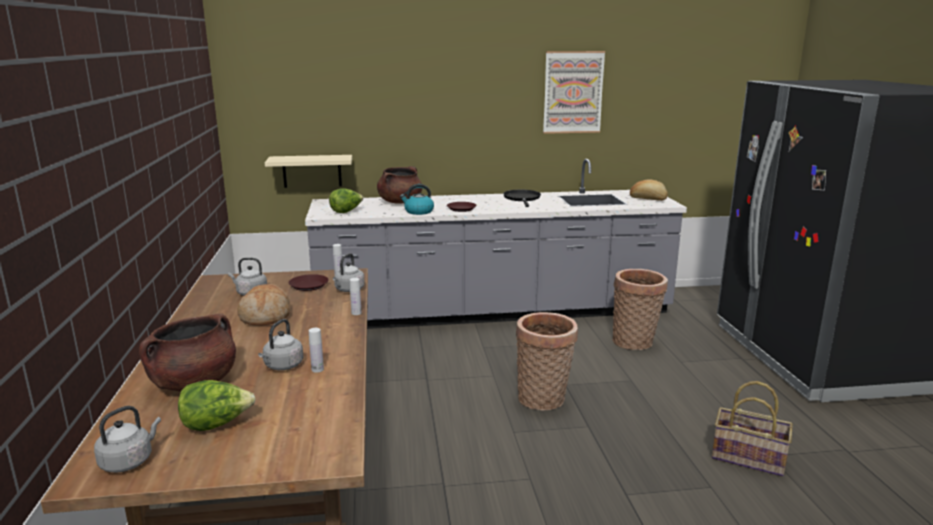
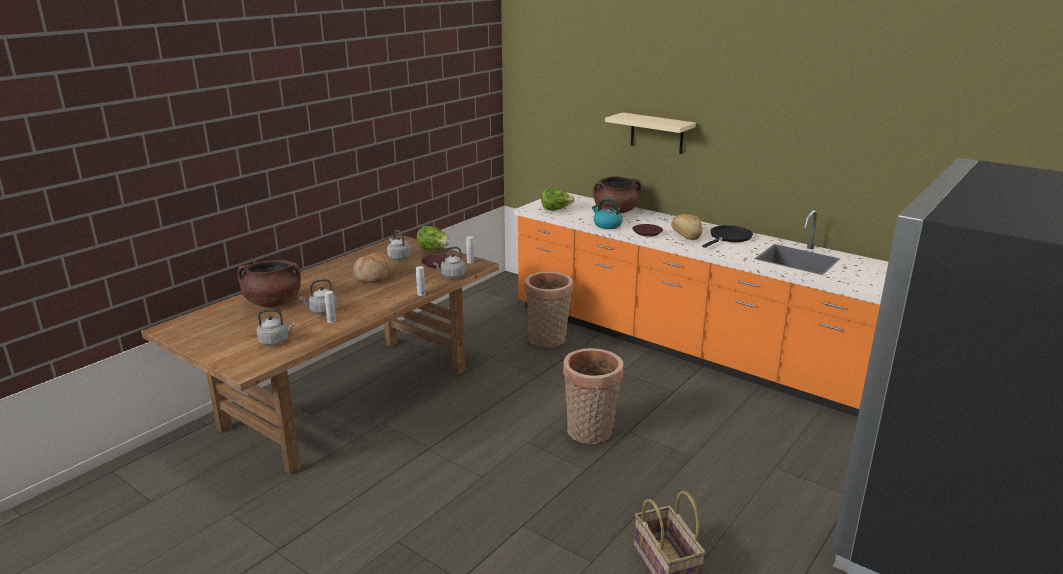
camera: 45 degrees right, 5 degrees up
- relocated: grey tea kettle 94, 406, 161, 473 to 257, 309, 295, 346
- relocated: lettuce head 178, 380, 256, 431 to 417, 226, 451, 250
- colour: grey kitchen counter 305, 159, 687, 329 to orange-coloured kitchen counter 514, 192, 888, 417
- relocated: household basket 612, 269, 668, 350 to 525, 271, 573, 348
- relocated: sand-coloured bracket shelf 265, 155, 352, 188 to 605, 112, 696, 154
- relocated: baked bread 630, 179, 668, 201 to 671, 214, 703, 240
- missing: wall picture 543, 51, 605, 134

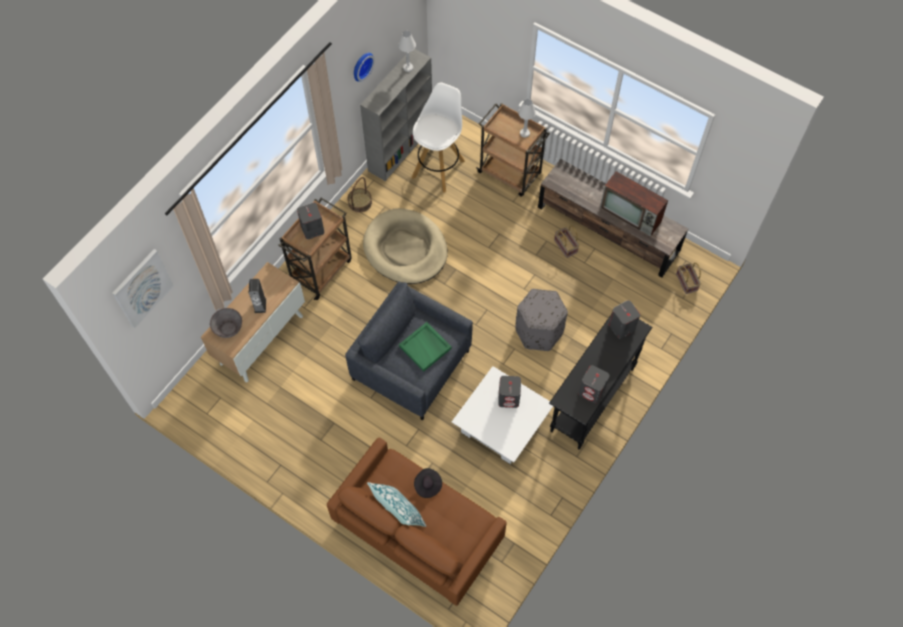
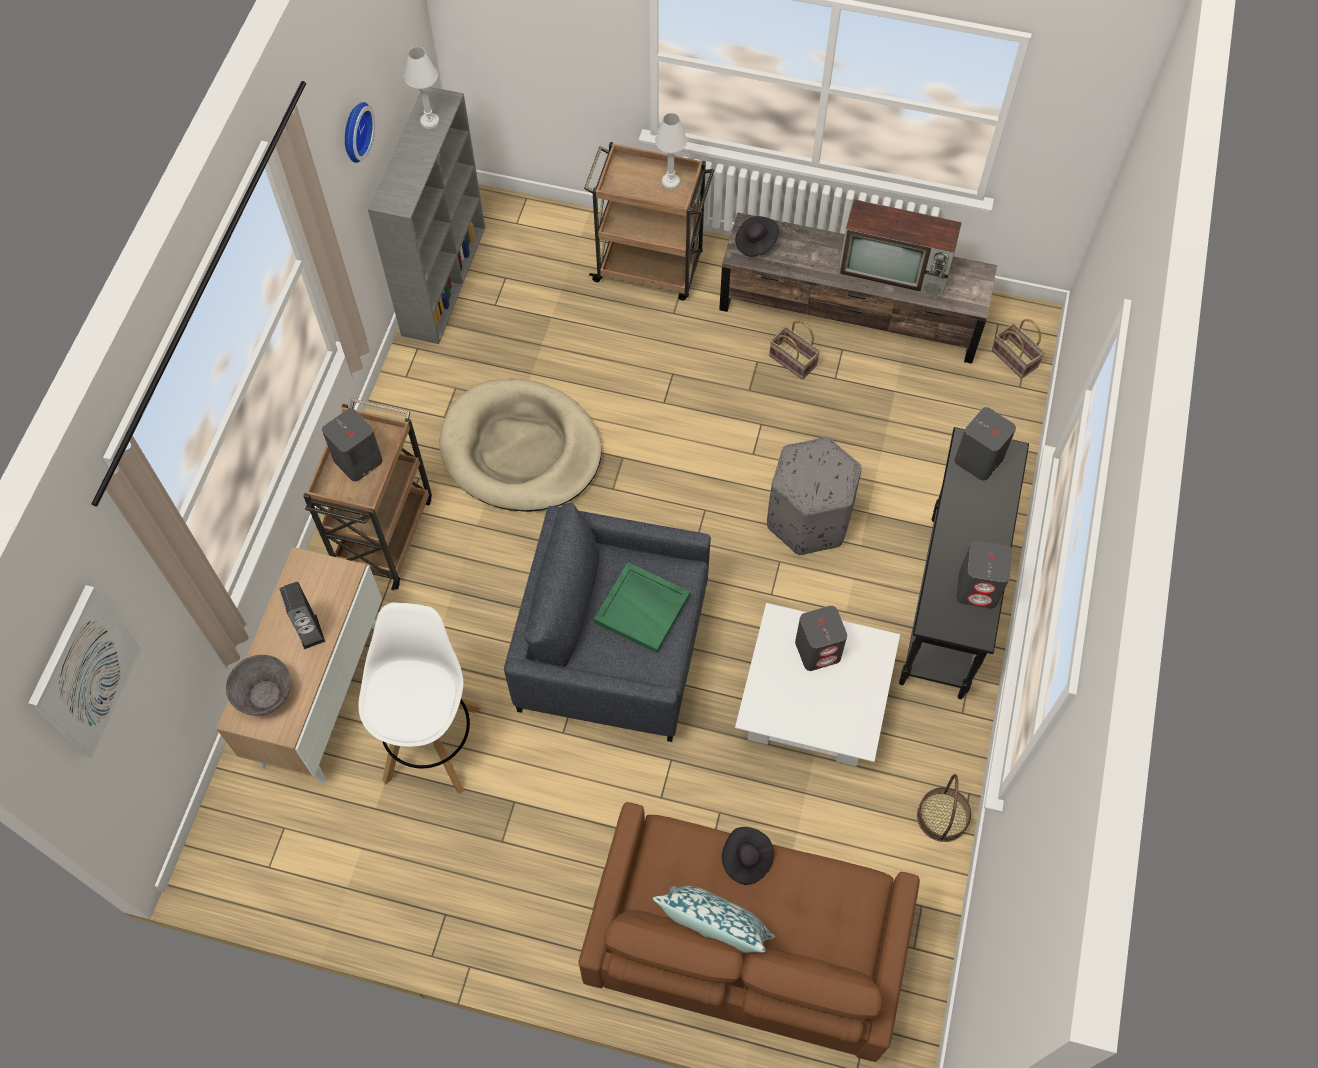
camera: 20 degrees left, 0 degrees up
- relocated: white sitting stool 412, 82, 465, 193 to 358, 602, 481, 794
- appeared: black wearable hat 735, 216, 779, 257
- relocated: household basket 348, 177, 372, 213 to 917, 774, 971, 842

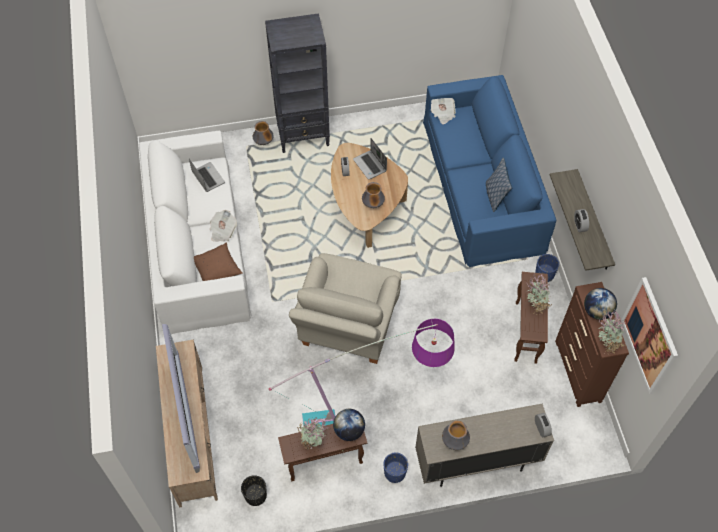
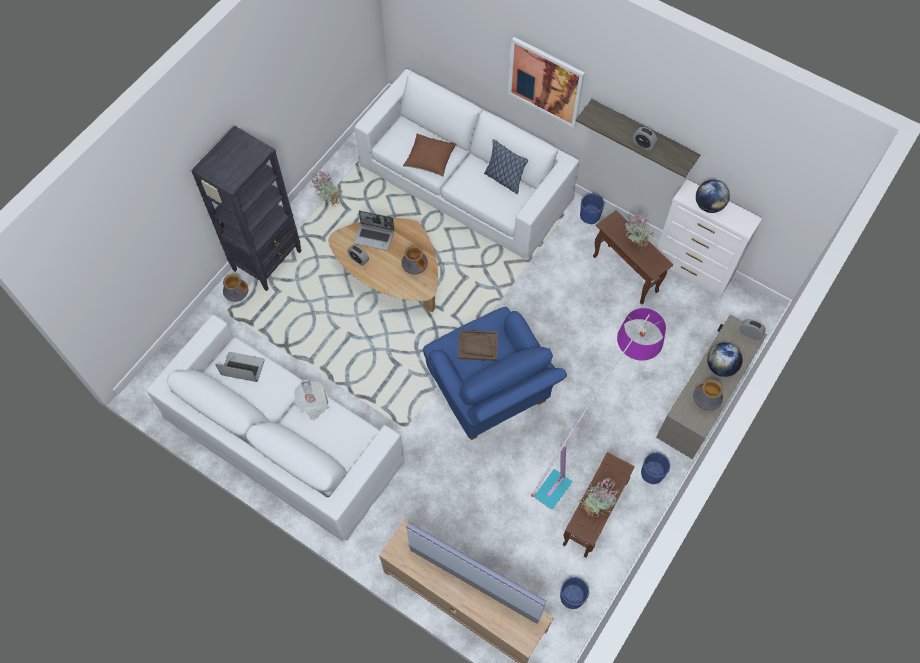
camera: 45 degrees left, 5 degrees up
- relocated: plant in a pot 598, 310, 626, 354 to 312, 170, 342, 208
- colour: bluish couch 423, 75, 556, 267 to white couch 355, 69, 579, 260
- relocated: brownish cushion 194, 242, 243, 281 to 403, 134, 456, 177
- colour: sand-coloured easy chair 289, 253, 402, 364 to bluish easy chair 423, 307, 567, 440
- appeared: brownish carrying tray 458, 330, 498, 361
- relocated: wall picture 621, 277, 678, 394 to 508, 37, 585, 128
- colour: black flower pot 241, 475, 267, 506 to bluish flower pot 560, 577, 589, 609
- colour: brownish dresser 555, 282, 629, 407 to white dresser 657, 179, 762, 299
- relocated: globe 333, 409, 365, 441 to 707, 343, 743, 377
- missing: newspaper 431, 98, 456, 124

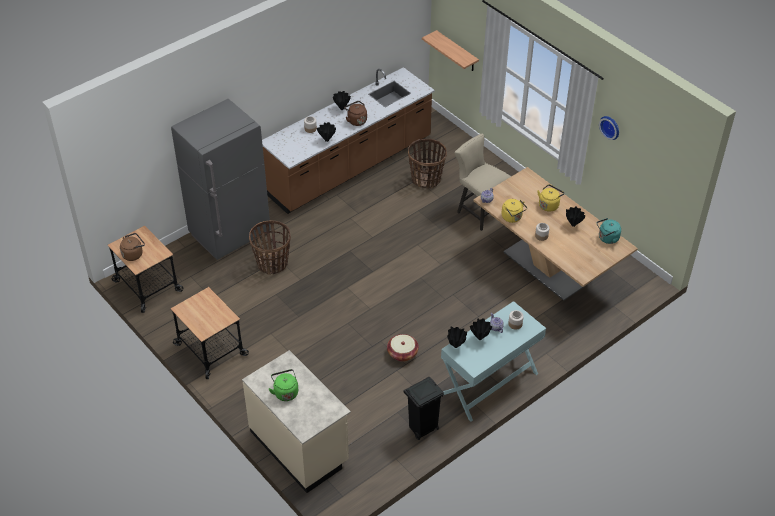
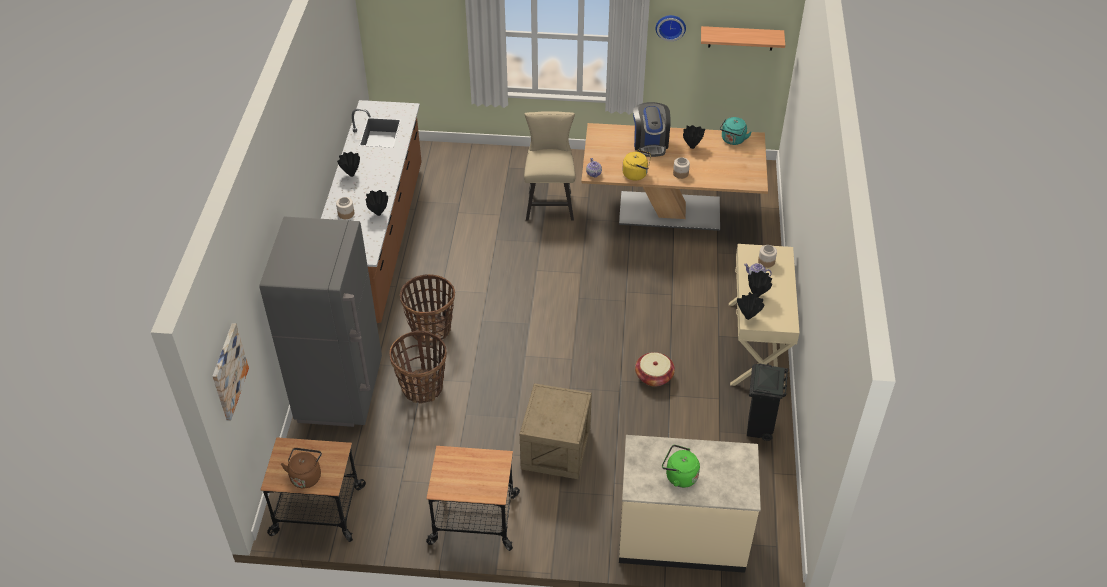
camera: 45 degrees left, 0 degrees up
- appeared: wall picture 212, 323, 249, 421
- relocated: household basket 408, 139, 447, 189 to 400, 274, 455, 343
- appeared: packing crate 520, 383, 592, 479
- spun: sand-coloured chair 454, 133, 511, 231 = 524, 111, 576, 221 90 degrees clockwise
- exchanged: yellow-coloured tea kettle 537, 184, 564, 212 to coffee machine 633, 102, 670, 157
- relocated: bracket shelf 422, 30, 479, 71 to 701, 26, 785, 51
- colour: blue-green narrow table 441, 301, 546, 421 to sand-coloured narrow table 729, 244, 800, 389
- missing: brownish tea kettle 344, 101, 367, 126

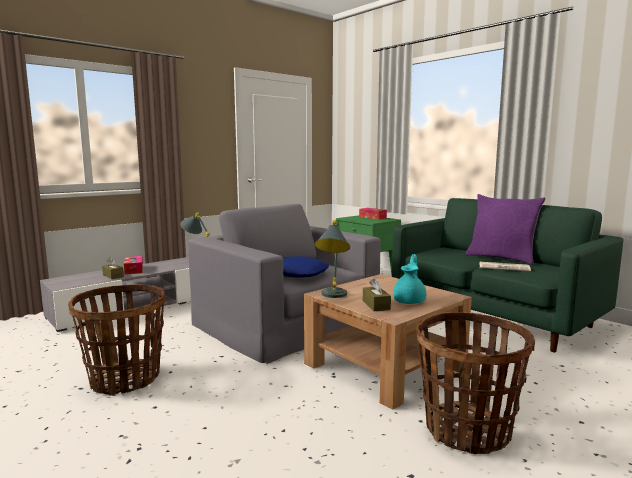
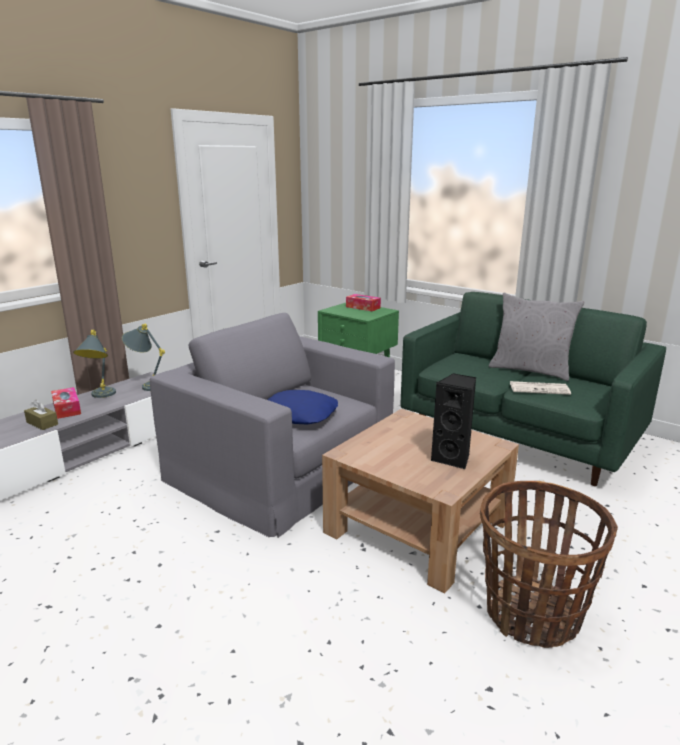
camera: 10 degrees left, 10 degrees up
- relocated: grey lamp for a table 314, 220, 350, 298 to 73, 330, 116, 398
- exchanged: blue-green pot for tea 393, 254, 426, 304 to black speaker 431, 373, 476, 469
- colour: purple cushion 465, 194, 545, 265 to grey cushion 489, 293, 585, 381
- missing: household basket 68, 285, 165, 396
- missing: brownish box of tissues 363, 278, 391, 311

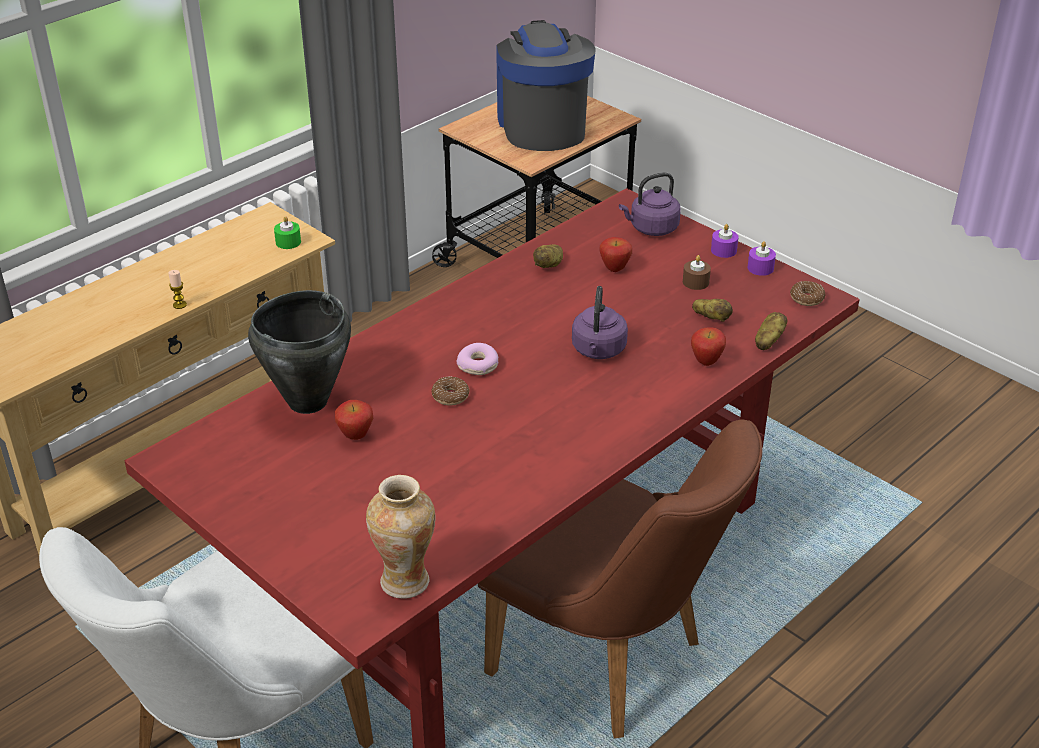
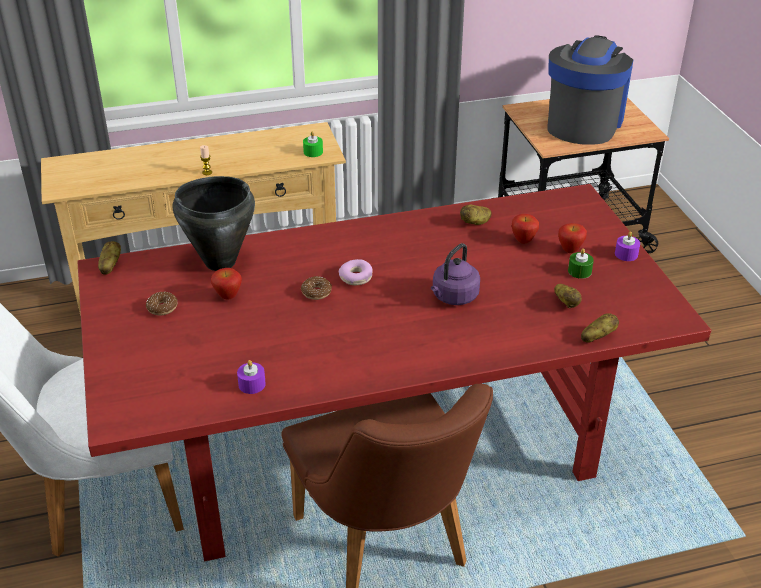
camera: 30 degrees right, 0 degrees up
- appeared: whole potato 98, 241, 121, 275
- relocated: doughnut 790, 281, 826, 306 to 146, 292, 178, 315
- relocated: purple candle 747, 241, 776, 276 to 237, 360, 266, 394
- relocated: apple 691, 327, 726, 366 to 558, 223, 587, 253
- colour: brownish candle 683, 255, 711, 290 to green-coloured candle 568, 248, 594, 279
- missing: flower vase 366, 475, 435, 599
- missing: purple tea kettle 619, 172, 681, 236

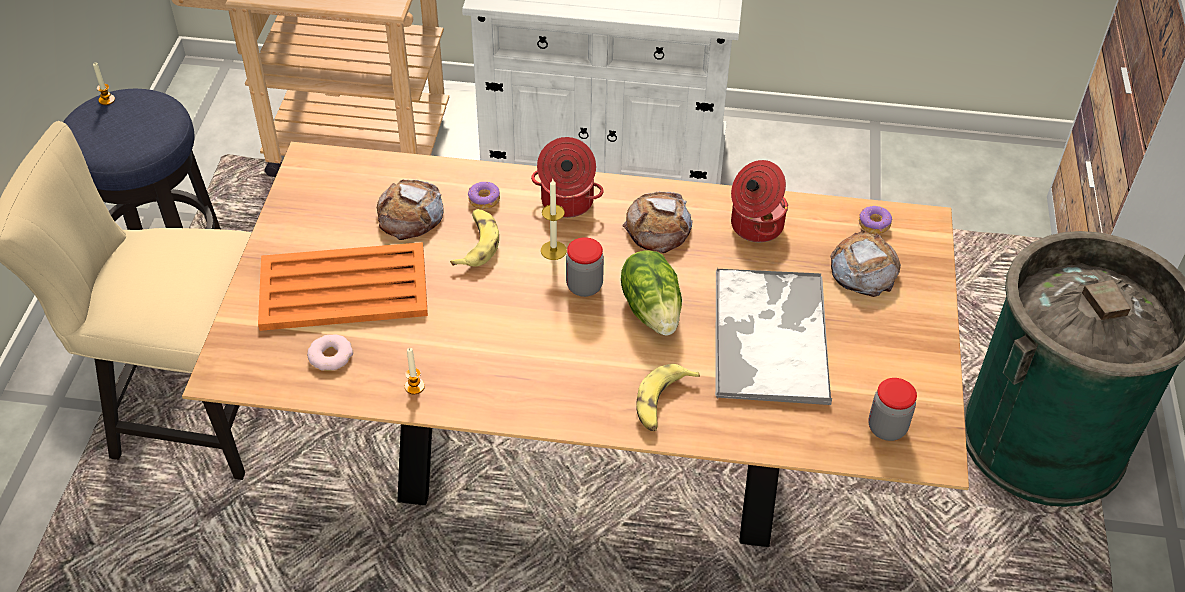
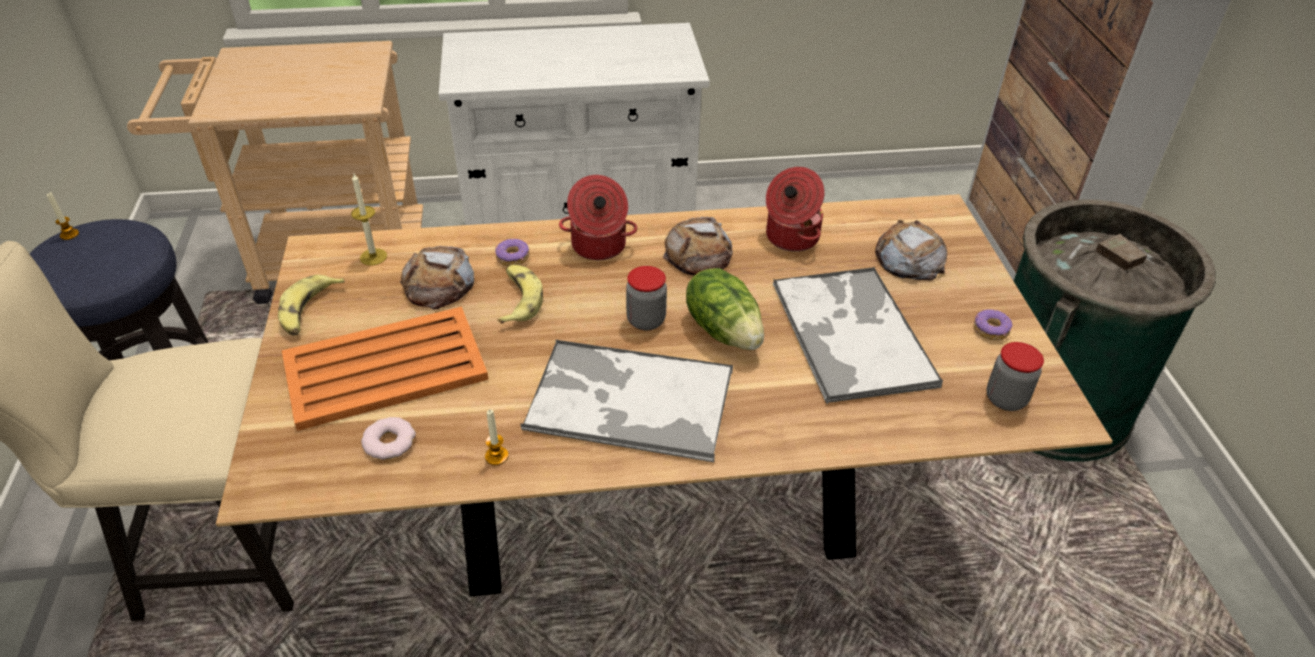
camera: 15 degrees left, 5 degrees down
- relocated: whole banana 636, 364, 700, 431 to 278, 275, 345, 336
- relocated: candle 541, 179, 567, 260 to 351, 173, 387, 265
- appeared: carrying tray 520, 340, 733, 462
- relocated: doughnut 859, 206, 892, 234 to 974, 309, 1012, 340

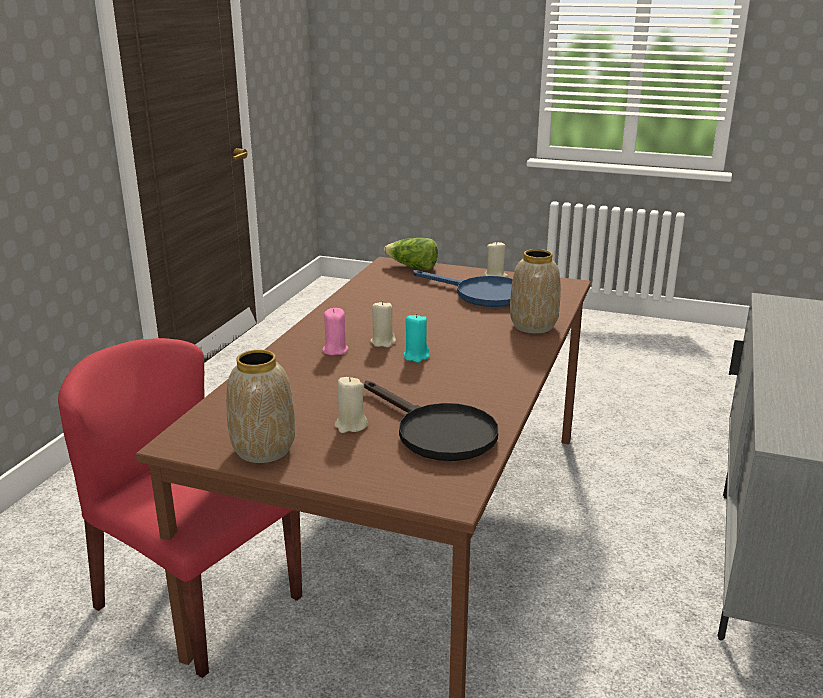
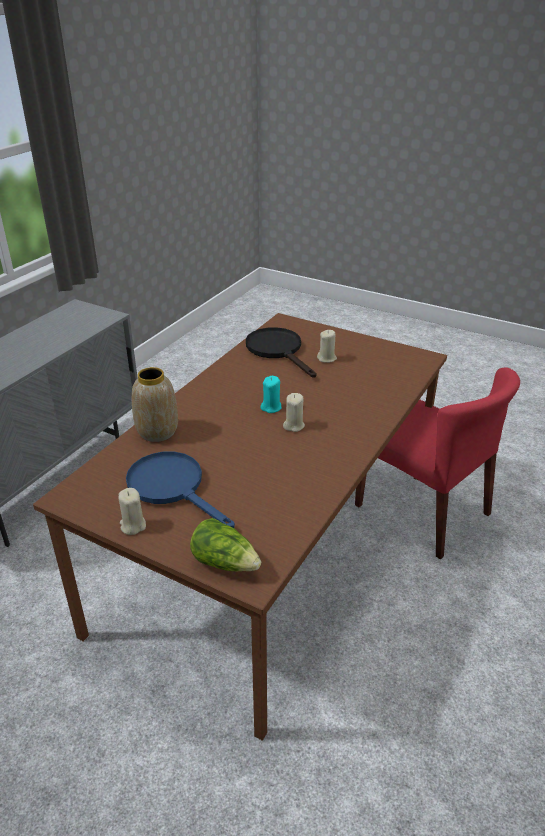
camera: 170 degrees left, 10 degrees up
- missing: flower vase 226, 350, 295, 463
- missing: pink candle 322, 308, 348, 355

